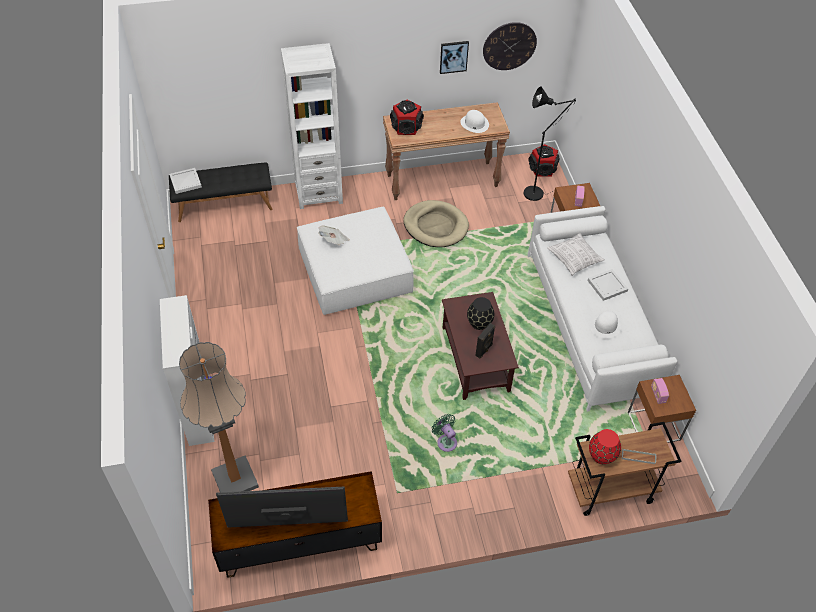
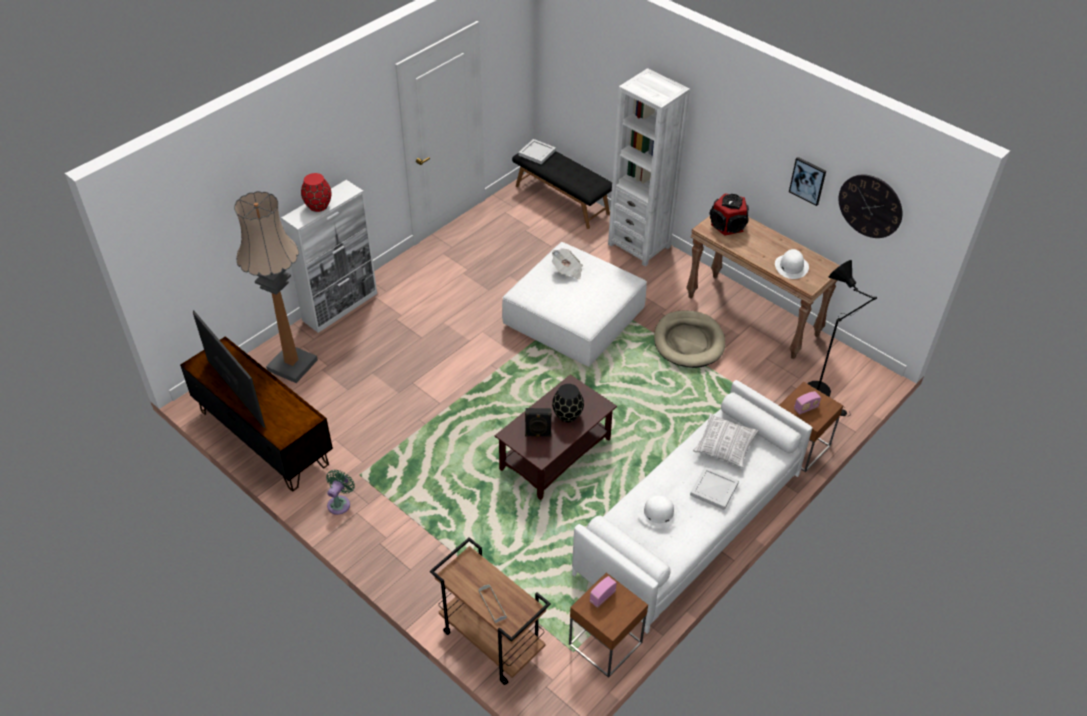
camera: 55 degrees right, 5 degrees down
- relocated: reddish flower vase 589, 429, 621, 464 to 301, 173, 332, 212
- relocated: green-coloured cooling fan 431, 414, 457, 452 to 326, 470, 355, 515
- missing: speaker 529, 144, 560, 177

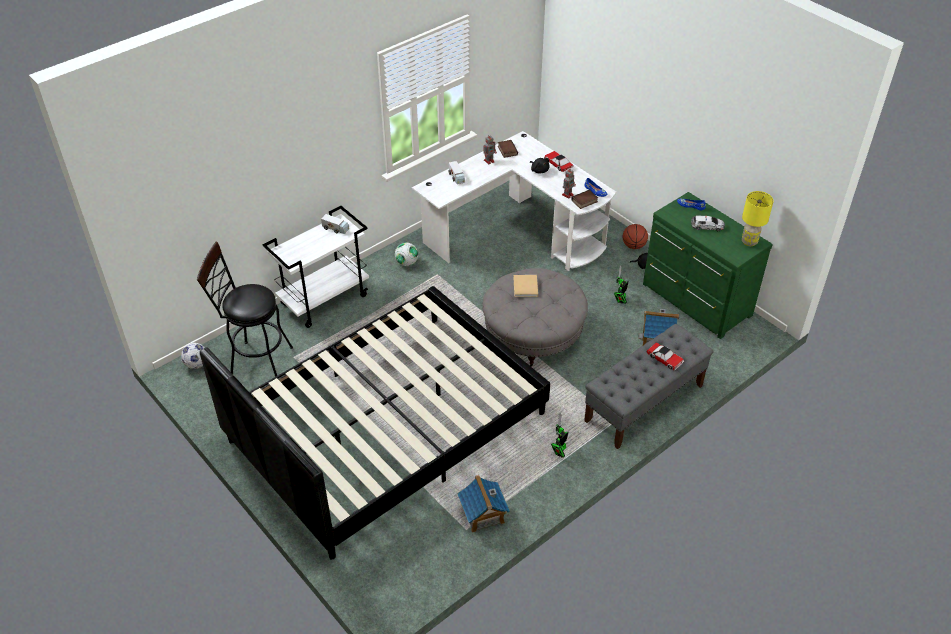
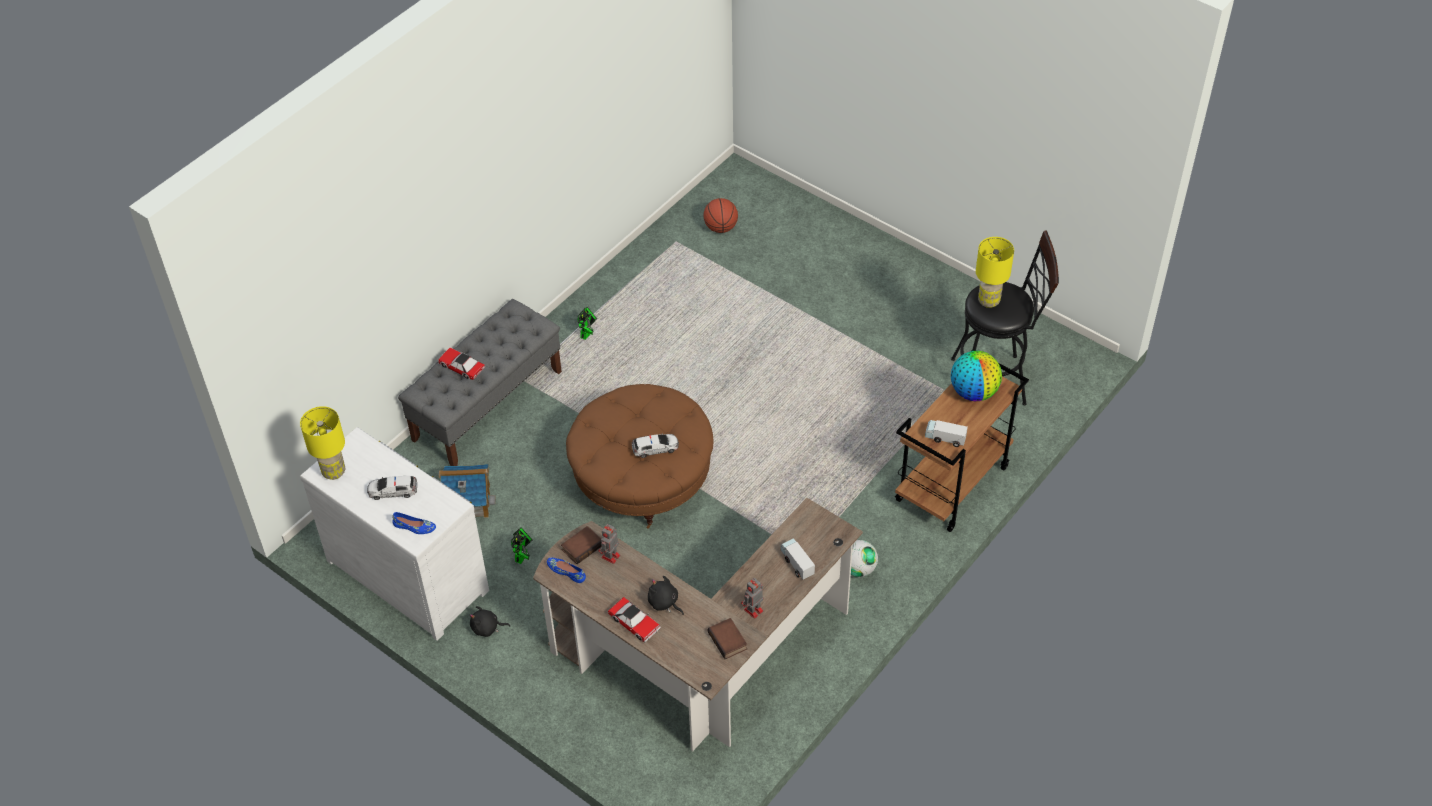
camera: 170 degrees right, 5 degrees up
- colour: green-coloured dresser 643, 192, 773, 339 to white dresser 300, 427, 489, 641
- colour: white desk table 412, 131, 616, 271 to brownish desk table 533, 498, 863, 752
- colour: grey footrest 482, 268, 588, 366 to brownish footrest 566, 384, 714, 529
- exchanged: sand-coloured book 513, 275, 538, 297 to toy car 632, 433, 679, 458
- relocated: basketball 623, 224, 648, 249 to 704, 198, 738, 233
- colour: white trolley 263, 206, 369, 328 to brownish trolley 895, 349, 1029, 532
- appeared: globe 951, 351, 1002, 401
- appeared: yellow-coloured lamp for a table 976, 237, 1014, 308
- missing: ball for football 181, 343, 205, 369
- missing: black bedroom bed 200, 286, 550, 560
- missing: model house 457, 475, 510, 533

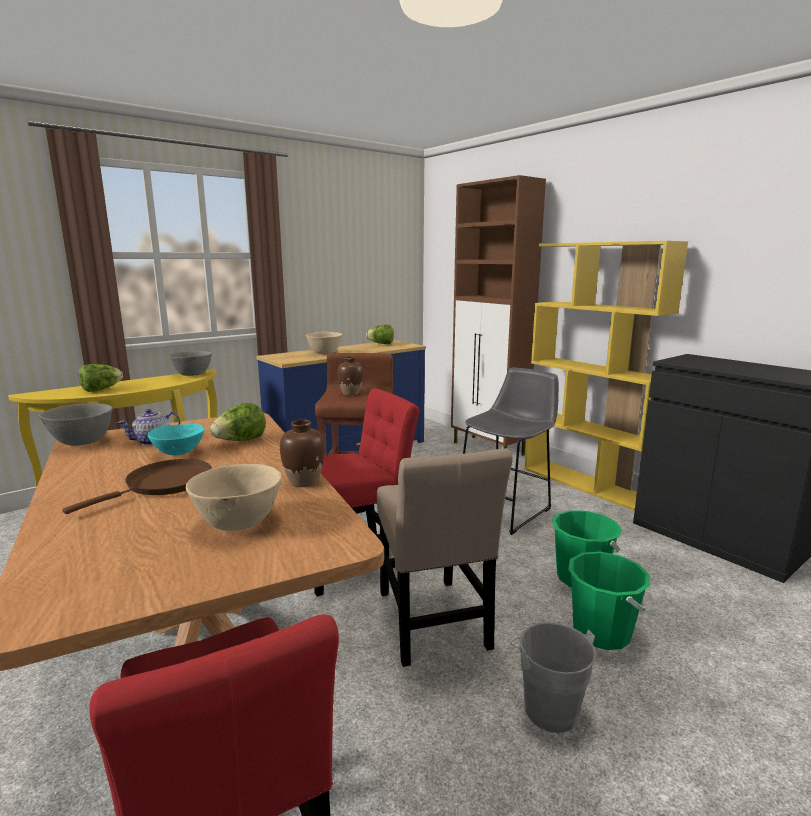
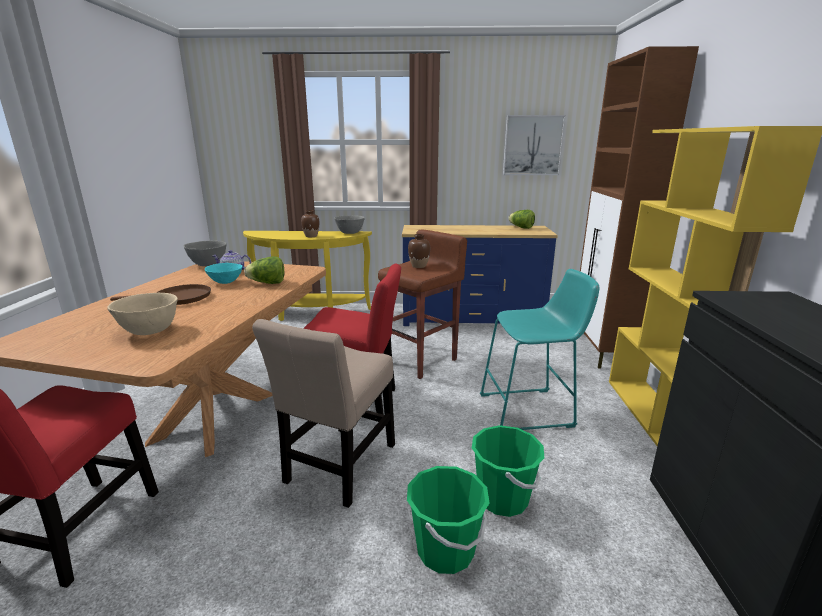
camera: 40 degrees right, 5 degrees up
- relocated: brownish flower vase 280, 420, 325, 487 to 301, 210, 319, 237
- colour: grey sitting stool 463, 368, 559, 535 to blue-green sitting stool 480, 269, 600, 430
- appeared: wall picture 503, 115, 566, 175
- missing: lettuce head 79, 364, 123, 392
- missing: sand-coloured serving bowl 306, 332, 342, 354
- missing: grey water bucket 511, 622, 596, 733

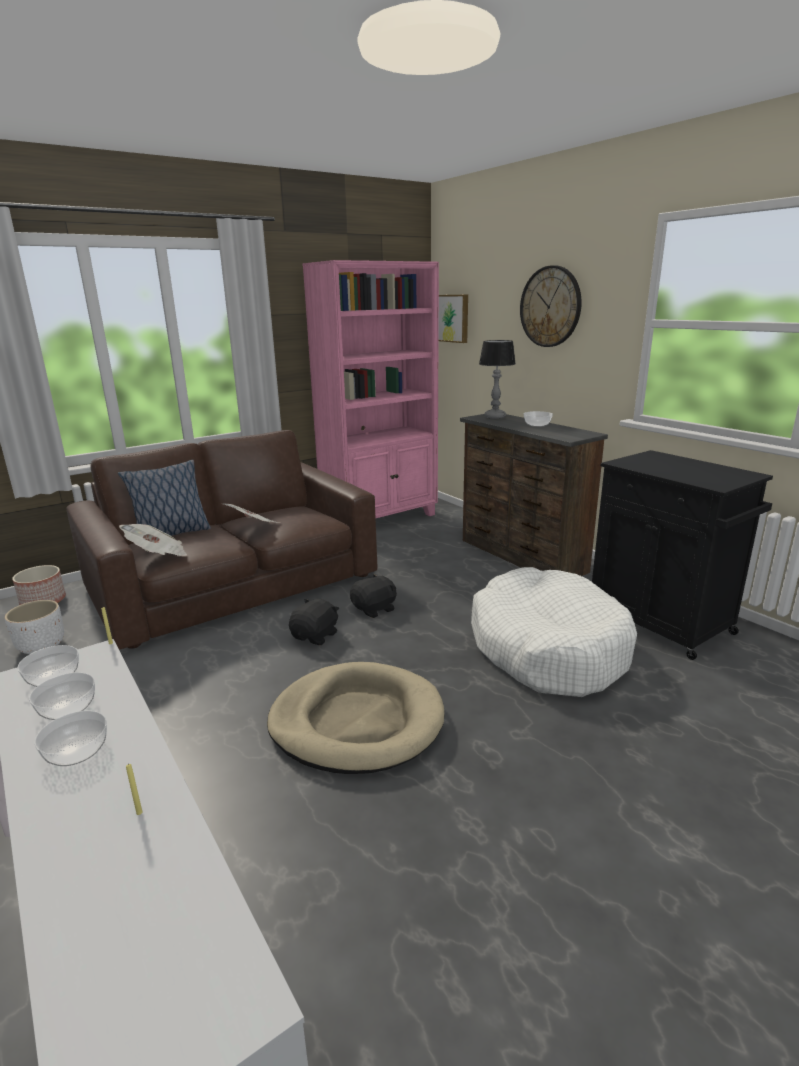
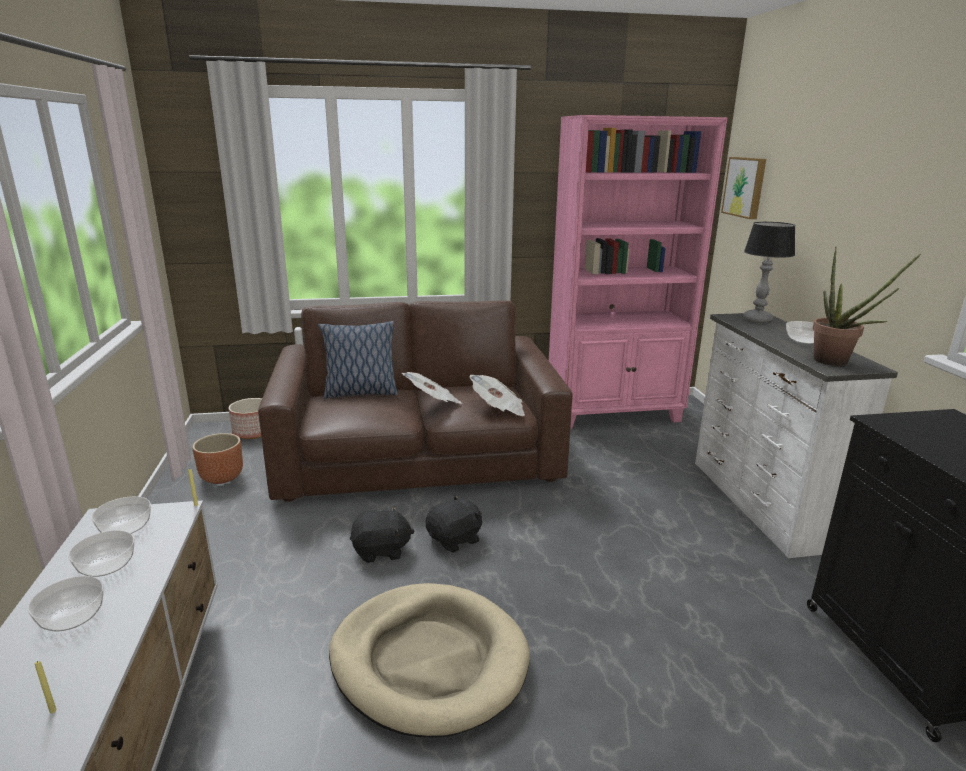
camera: 25 degrees right, 0 degrees up
- colour: white flower pot 5, 600, 64, 654 to brownish flower pot 193, 433, 243, 484
- relocated: black soft toy 350, 574, 397, 618 to 350, 506, 414, 563
- relocated: newspaper 119, 524, 187, 556 to 469, 375, 525, 416
- colour: brownish dresser 460, 414, 608, 576 to white dresser 695, 313, 898, 558
- appeared: plant in a pot 812, 247, 921, 366
- missing: white dog bed 471, 567, 637, 697
- missing: wall clock 520, 265, 582, 347

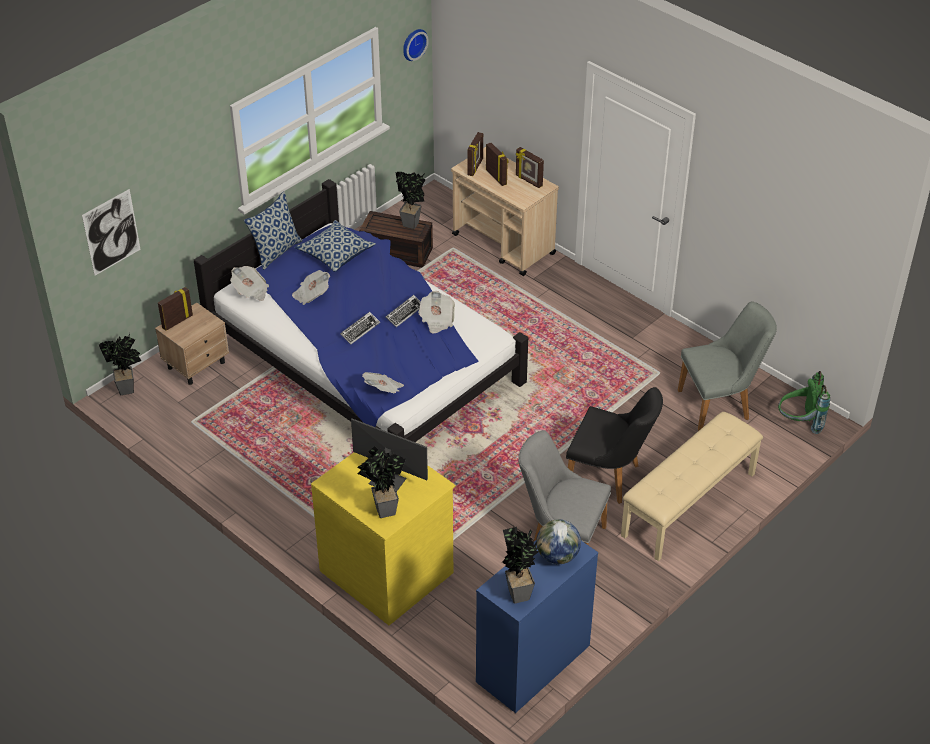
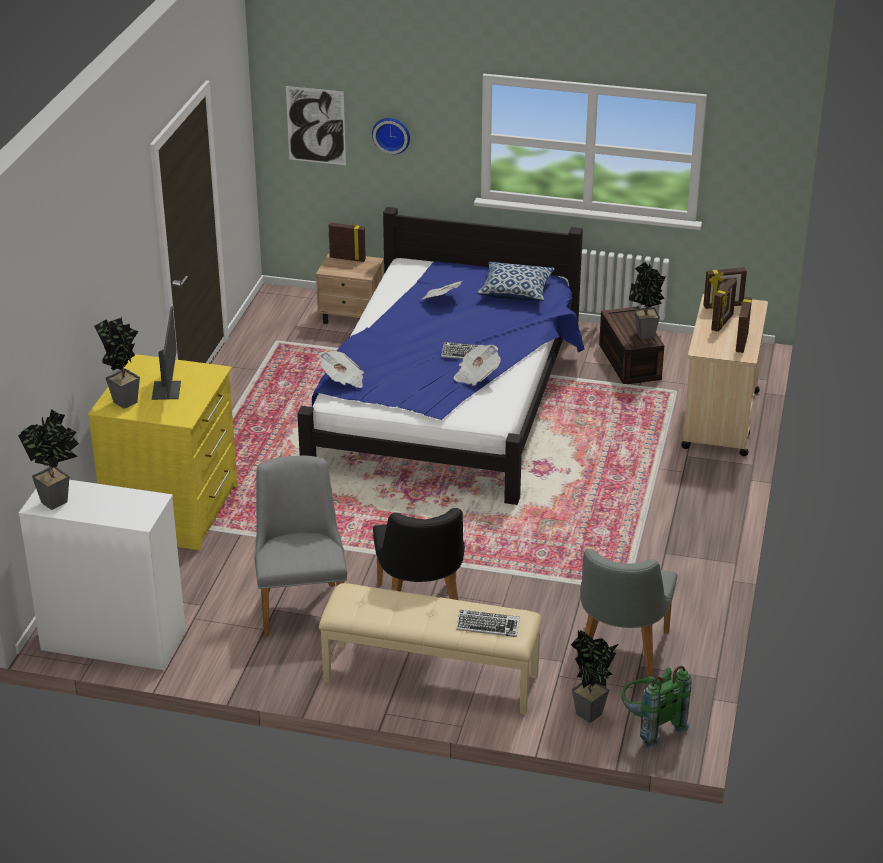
camera: 60 degrees right, 10 degrees down
- colour: bluish dresser 476, 540, 598, 713 to white dresser 19, 480, 186, 670
- relocated: wall clock 403, 29, 429, 61 to 372, 118, 410, 155
- relocated: PC keyboard 340, 312, 380, 345 to 456, 610, 520, 637
- relocated: plant in a pot 99, 333, 142, 395 to 571, 630, 619, 723
- spun: grey chair 678, 302, 777, 431 = 580, 549, 677, 676 60 degrees clockwise
- missing: newspaper 230, 266, 269, 301
- missing: cushion 244, 191, 303, 270
- missing: globe 536, 519, 581, 564

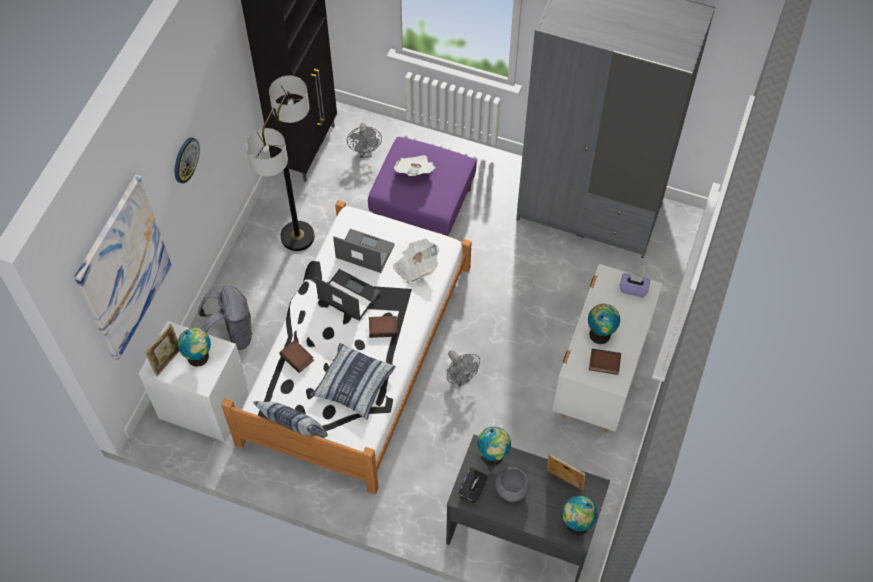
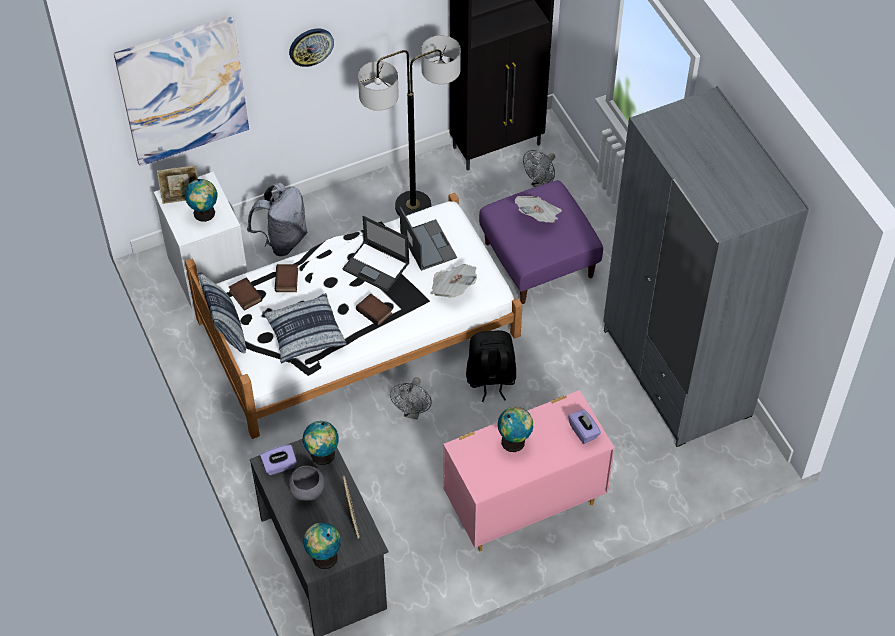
camera: 45 degrees right, 5 degrees down
- relocated: book 589, 349, 621, 375 to 229, 277, 263, 311
- colour: black box of tissues 458, 467, 488, 503 to purple box of tissues 260, 444, 297, 475
- spun: portable computer 315, 269, 381, 321 = 342, 216, 410, 292 135 degrees clockwise
- colour: white dresser 552, 264, 663, 433 to pink dresser 443, 390, 615, 551
- appeared: black rucksack 466, 330, 516, 402

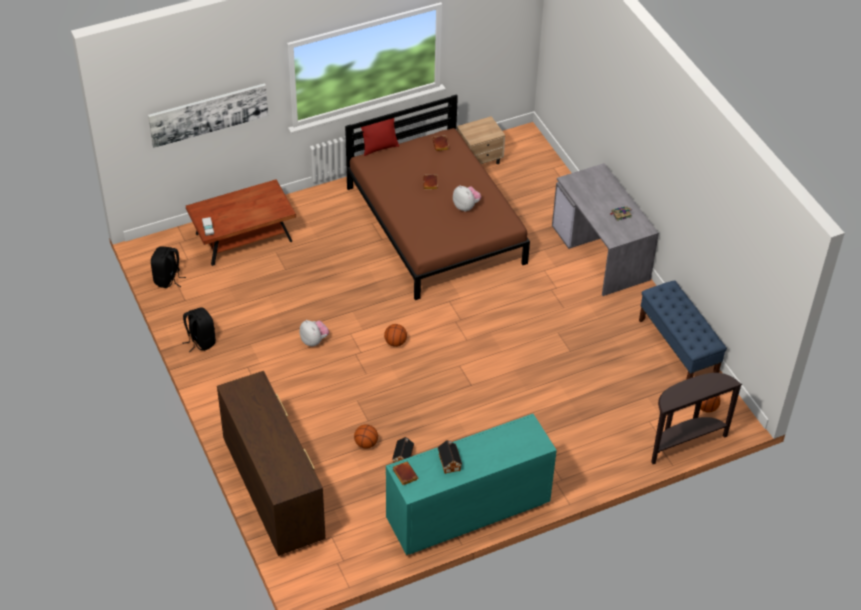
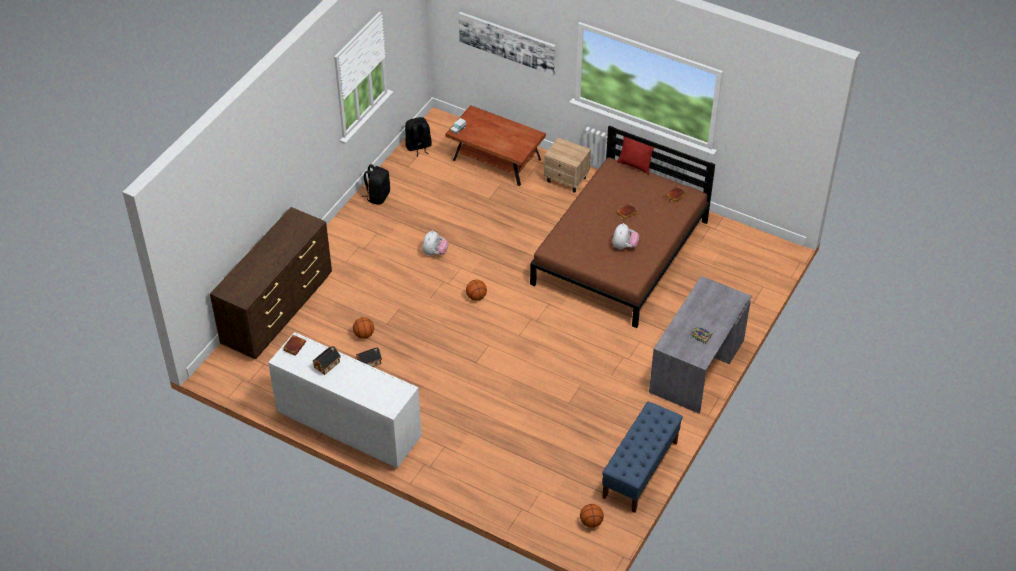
camera: 55 degrees right, 0 degrees up
- colour: blue-green dresser 386, 414, 557, 555 to white dresser 268, 332, 422, 468
- relocated: sand-coloured bedside table 457, 116, 505, 164 to 544, 137, 591, 192
- missing: brownish narrow table 651, 373, 742, 464

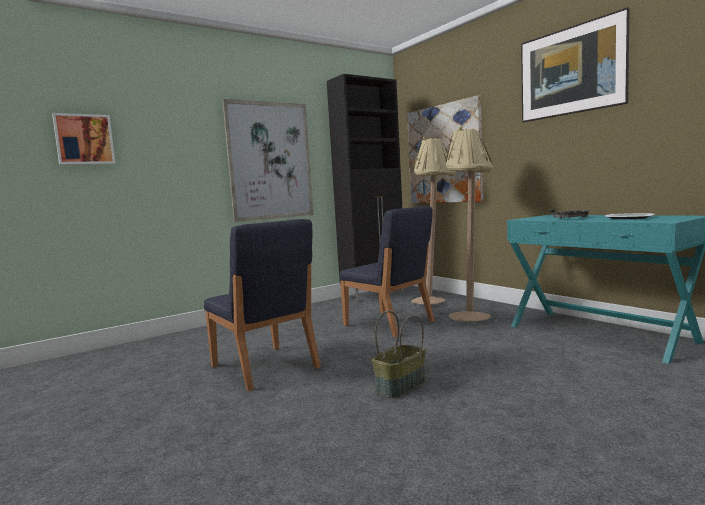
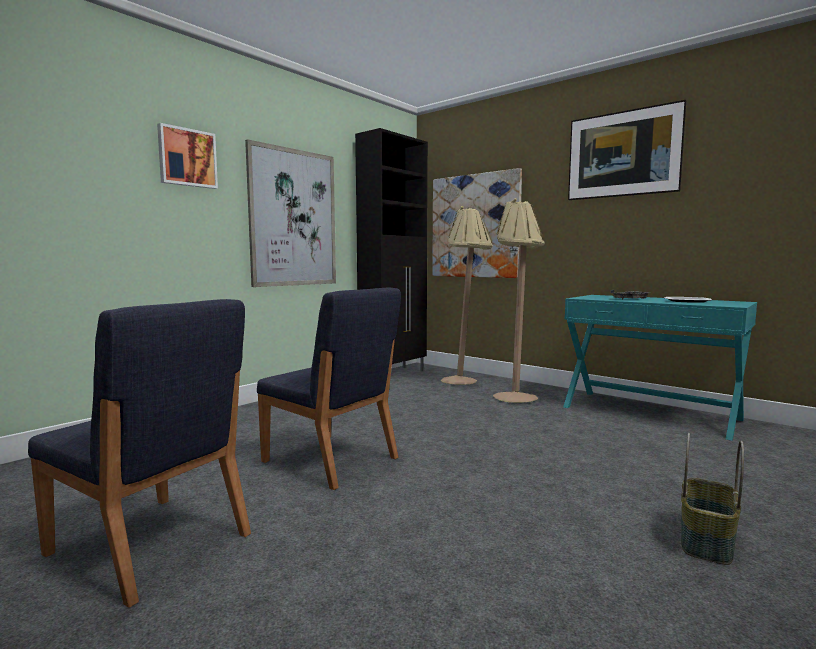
camera: 15 degrees left, 0 degrees up
- relocated: bluish chair 339, 206, 435, 337 to 28, 299, 251, 608
- relocated: wall picture 52, 113, 115, 165 to 157, 123, 218, 189
- relocated: household basket 372, 311, 426, 398 to 681, 433, 744, 565

